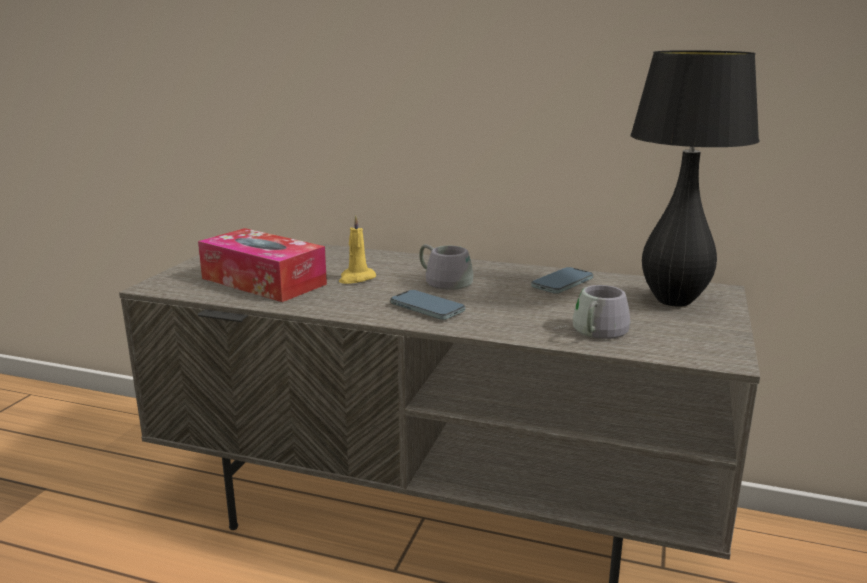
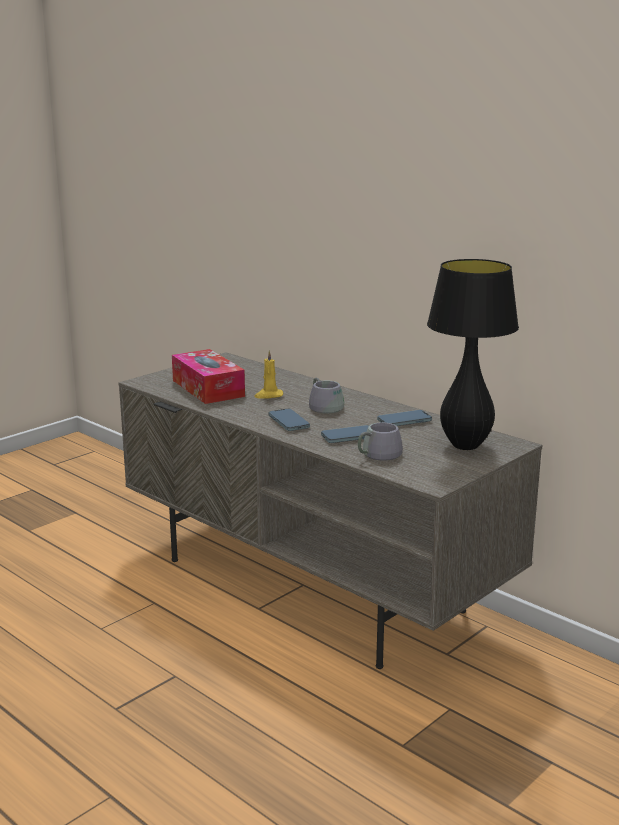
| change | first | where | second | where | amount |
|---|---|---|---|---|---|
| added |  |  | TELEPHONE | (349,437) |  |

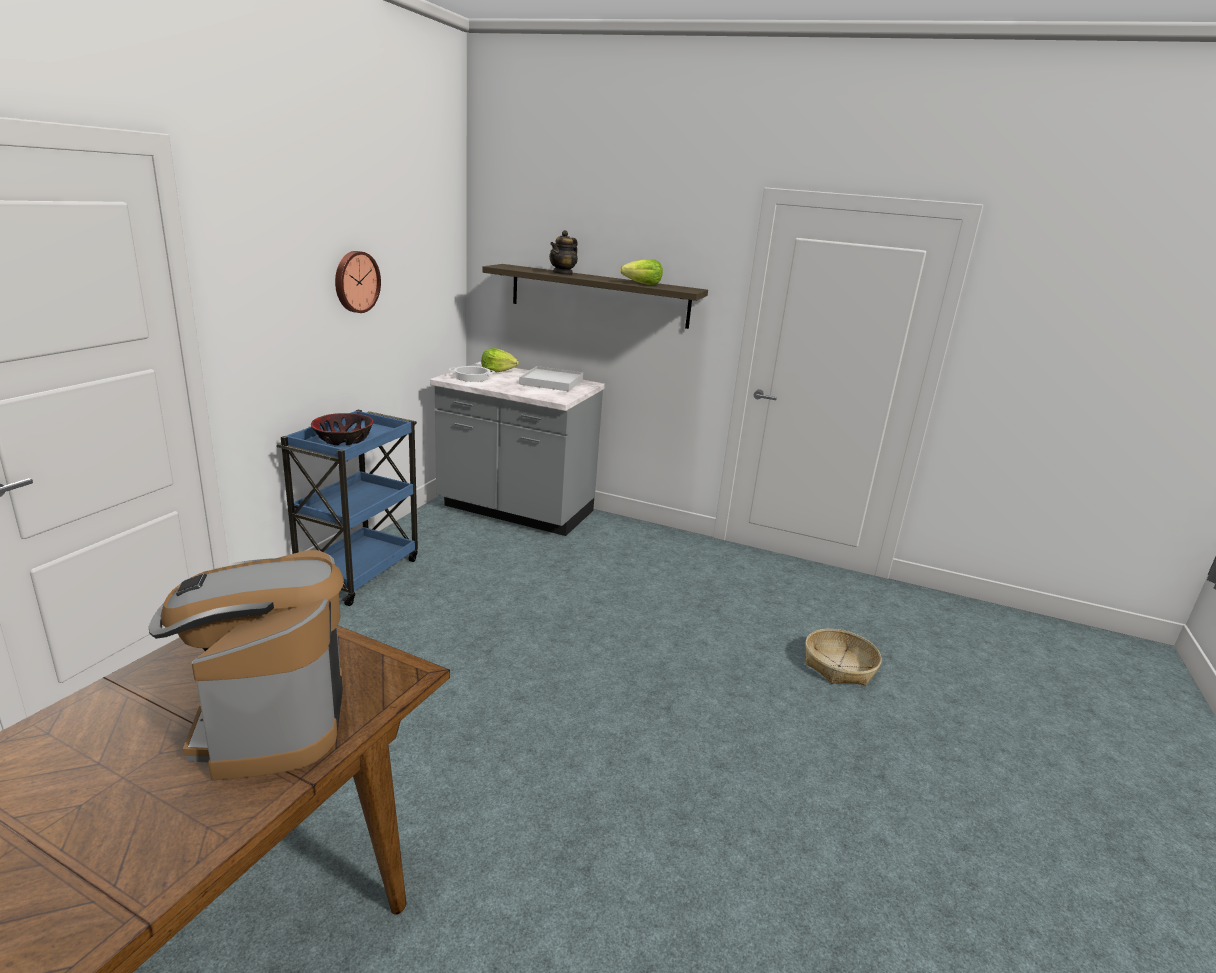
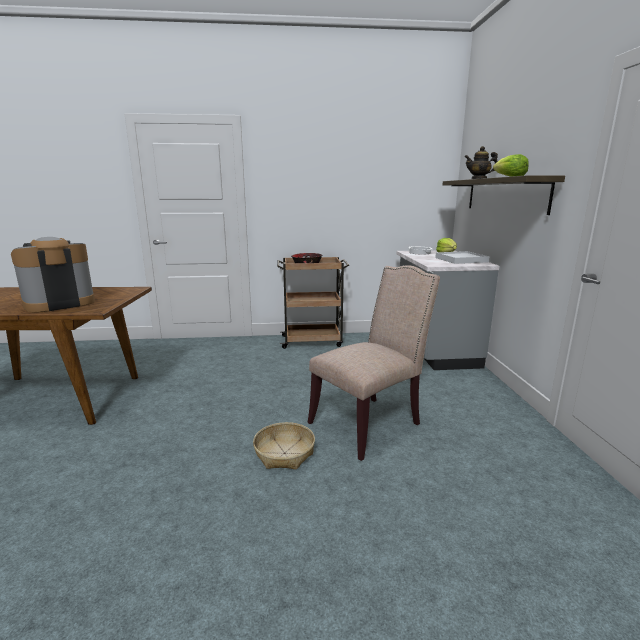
| change | first | where | second | where | amount |
|---|---|---|---|---|---|
| recoloured | BLUE-COLOURED TROLLEY | (359,572) | BROWN-COLOURED TROLLEY | (312,341) |  |
| removed | CLOCK ON THE WALL | (355,281) |  |  |  |
| moved | HOUSEHOLD BASKET | (839,666) |  | (284,453) |  |
| added |  |  | BEIGE-COLOURED UPRIGHT CHAIR | (369,423) |  |

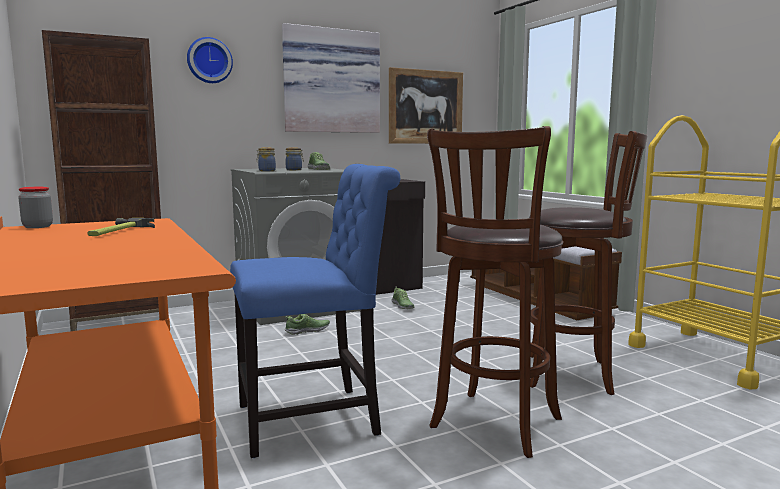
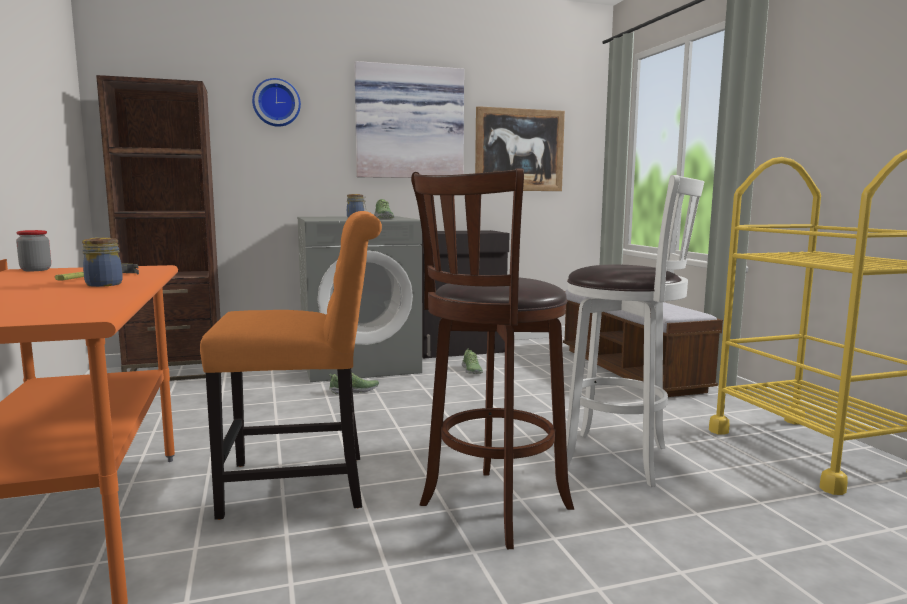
| change | first | where | second | where | amount |
|---|---|---|---|---|---|
| recoloured | BLUE-COLOURED UPRIGHT CHAIR | (316,419) | ORANGEY UPRIGHT CHAIR | (305,485) |  |
| moved | PRESERVE JAR | (266,171) |  | (102,284) |  |
| recoloured | BROWN-COLOURED SITTING STOOL | (574,374) | WHITE-COLOURED SITTING STOOL | (621,459) |  |

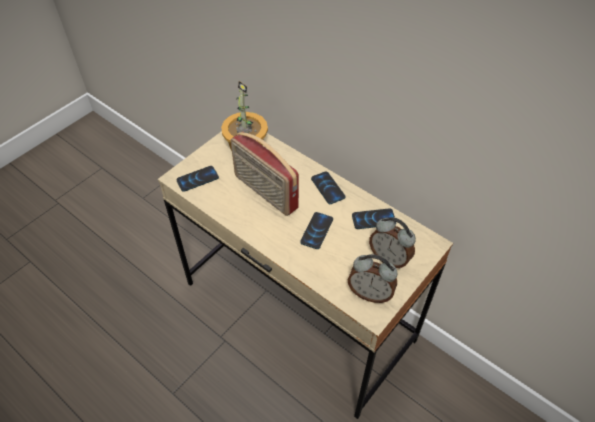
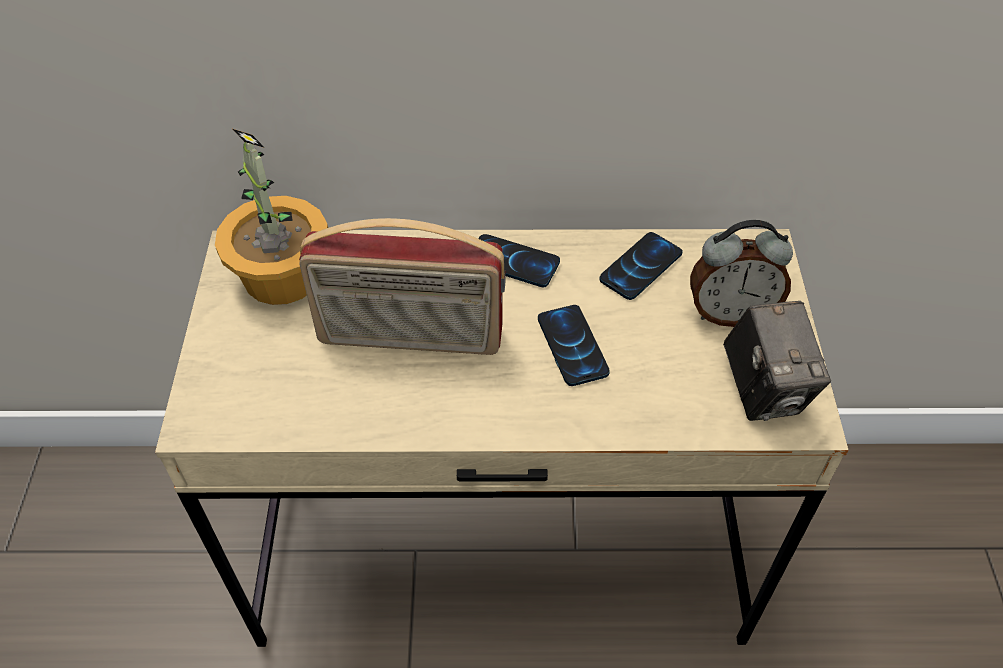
| change | first | where | second | where | amount |
|---|---|---|---|---|---|
| removed | TELEPHONE | (197,179) |  |  |  |
| replaced | TABLE CLOCK | (370,293) | PHOTO CAMERA | (764,389) |  |

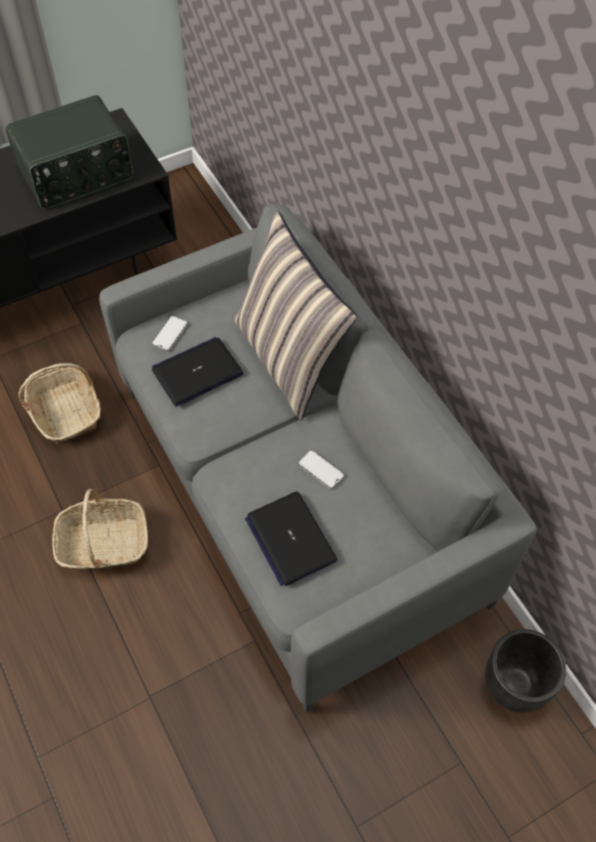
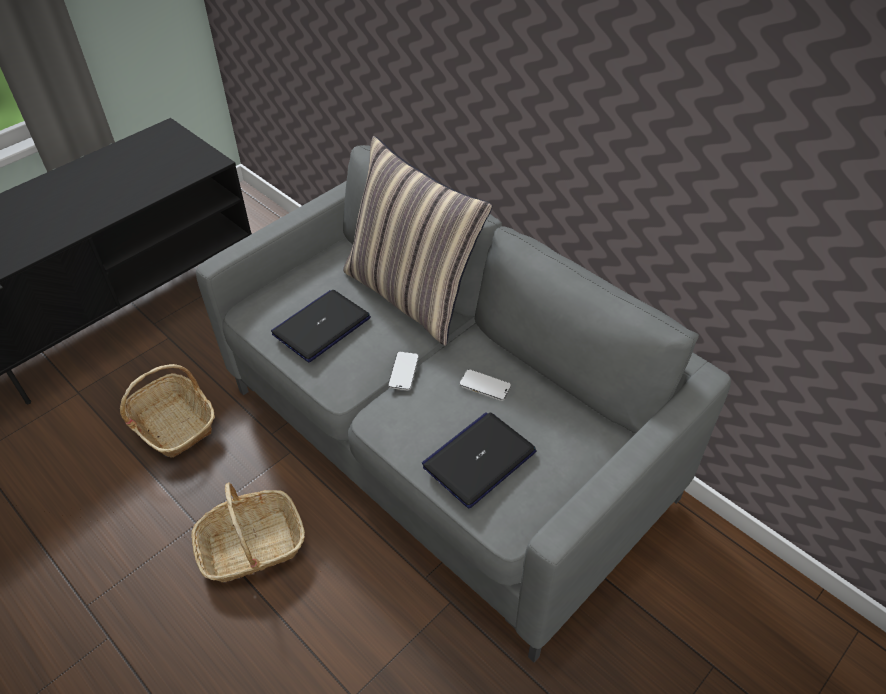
| change | first | where | second | where | amount |
|---|---|---|---|---|---|
| removed | RADIO RECEIVER | (76,174) |  |  |  |
| moved | TELEPHONE | (169,334) |  | (403,372) |  |
| turned | LAPTOP | (290,539) |  | (479,459) | 90 degrees clockwise |
| removed | BLACK PLANT POT | (514,685) |  |  |  |

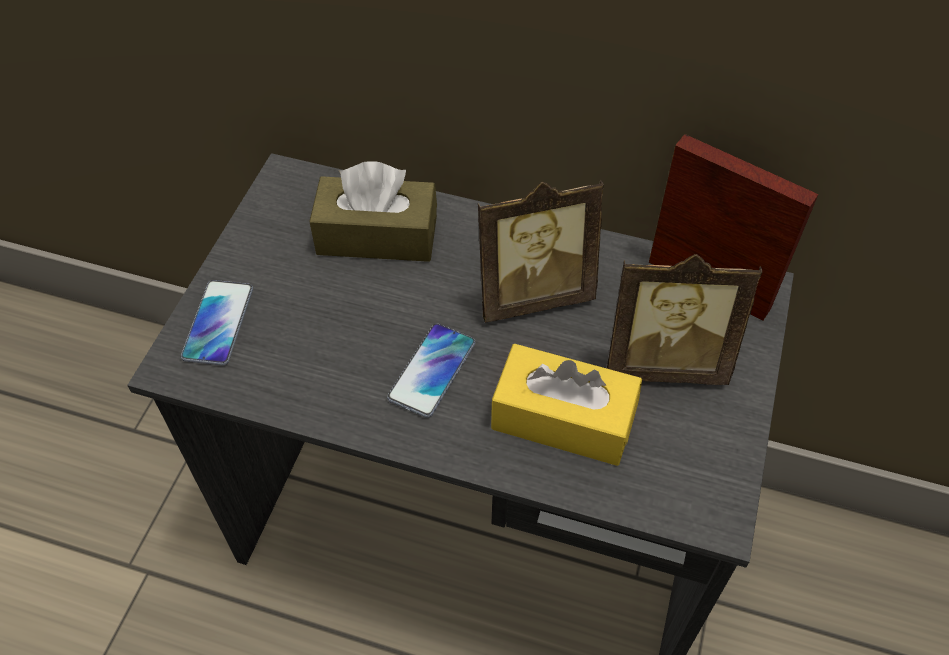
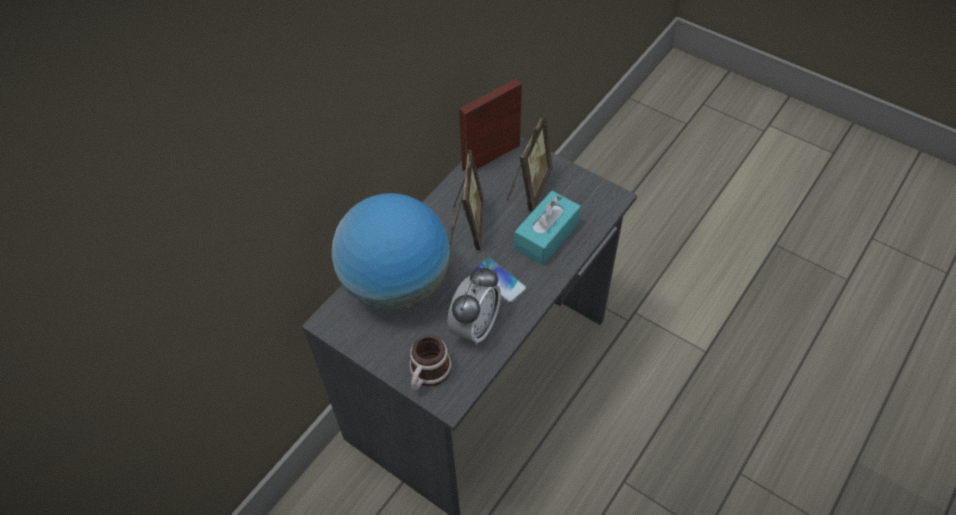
| change | first | where | second | where | amount |
|---|---|---|---|---|---|
| replaced | TELEPHONE | (218,323) | COFFEE MUG | (427,374) |  |
| replaced | BROWN-COLOURED TISSUE HOLDER | (377,235) | DESK GLOBE | (396,285) |  |
| recoloured | YELLOWISH TISSUE HOLDER | (563,419) | BLUE-GREEN TISSUE HOLDER | (546,236) |  |
| added |  |  | TABLE CLOCK | (475,327) |  |

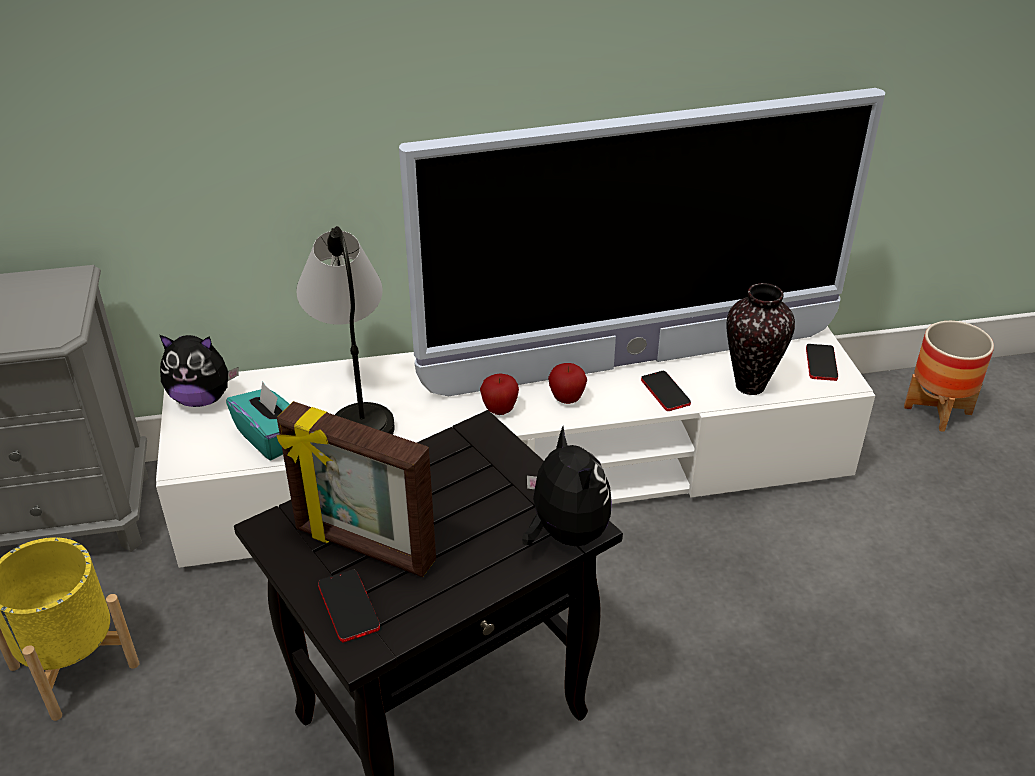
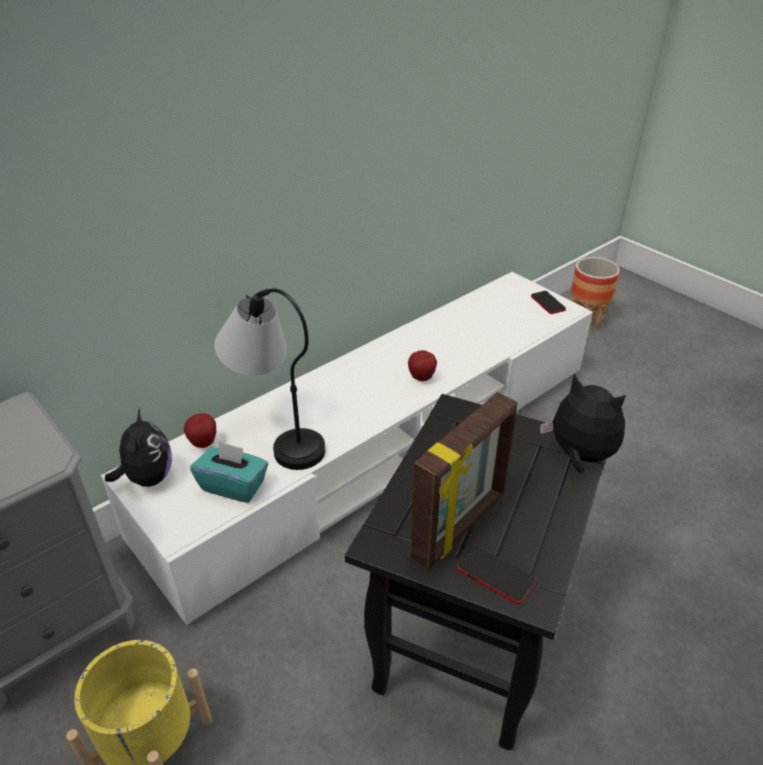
| change | first | where | second | where | amount |
|---|---|---|---|---|---|
| turned | SOFT TOY | (202,399) |  | (148,478) | 75 degrees counterclockwise |
| turned | STANDING FRAME | (363,547) |  | (460,526) | 45 degrees counterclockwise |
| removed | TELEVISION | (632,362) |  |  |  |
| moved | APPLE FRUIT | (499,410) |  | (203,443) |  |
| removed | TELEPHONE | (665,392) |  |  |  |
| removed | VASE | (751,386) |  |  |  |

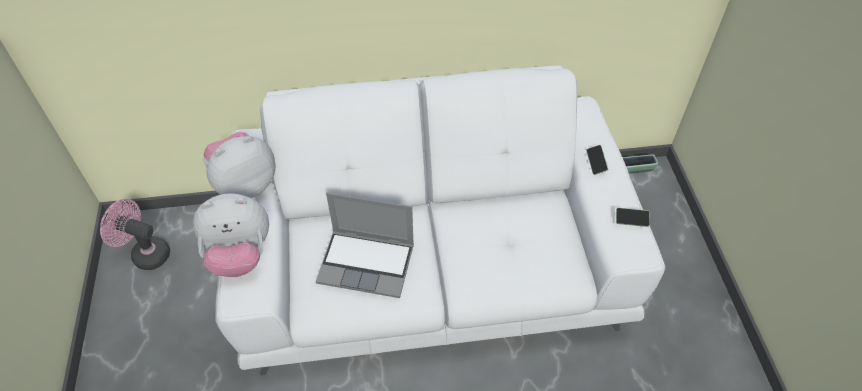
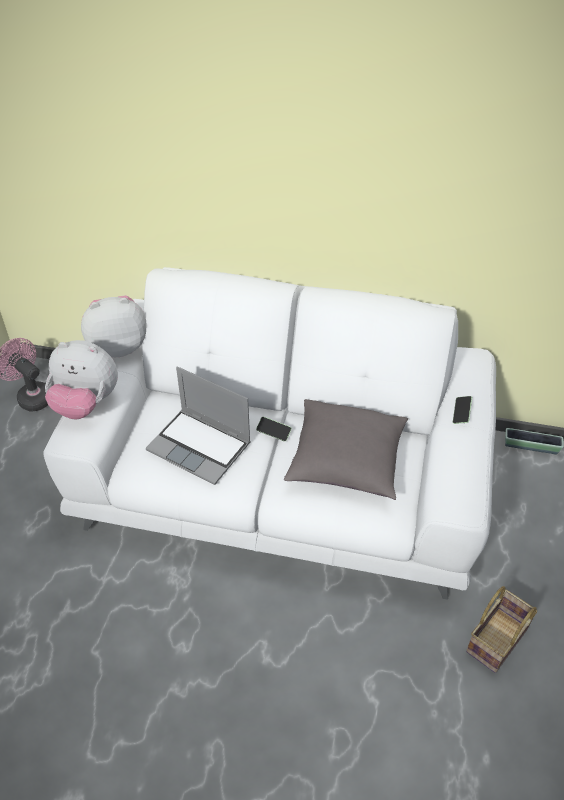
| change | first | where | second | where | amount |
|---|---|---|---|---|---|
| moved | TELEPHONE | (631,220) |  | (273,432) |  |
| added |  |  | GREYISH CUSHION | (345,462) |  |
| added |  |  | HOUSEHOLD BASKET | (497,642) |  |

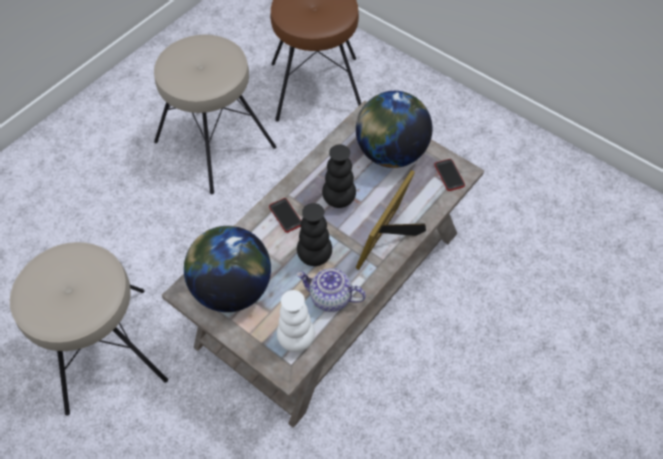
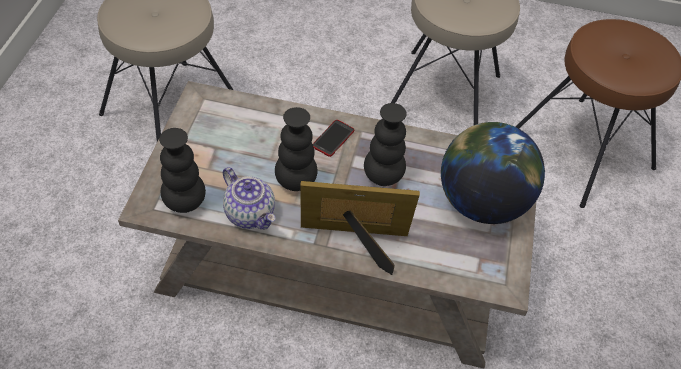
| change | first | where | second | where | amount |
|---|---|---|---|---|---|
| removed | DESK GLOBE | (232,289) |  |  |  |
| recoloured | WHITE-COLOURED VASE | (296,340) | BLACK VASE | (185,202) |  |
| turned | POT FOR TEA | (330,298) |  | (250,214) | 150 degrees clockwise |
| removed | TELEPHONE | (449,175) |  |  |  |

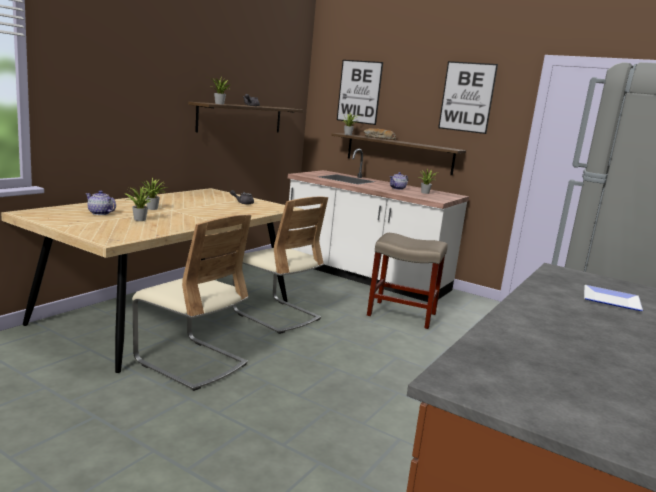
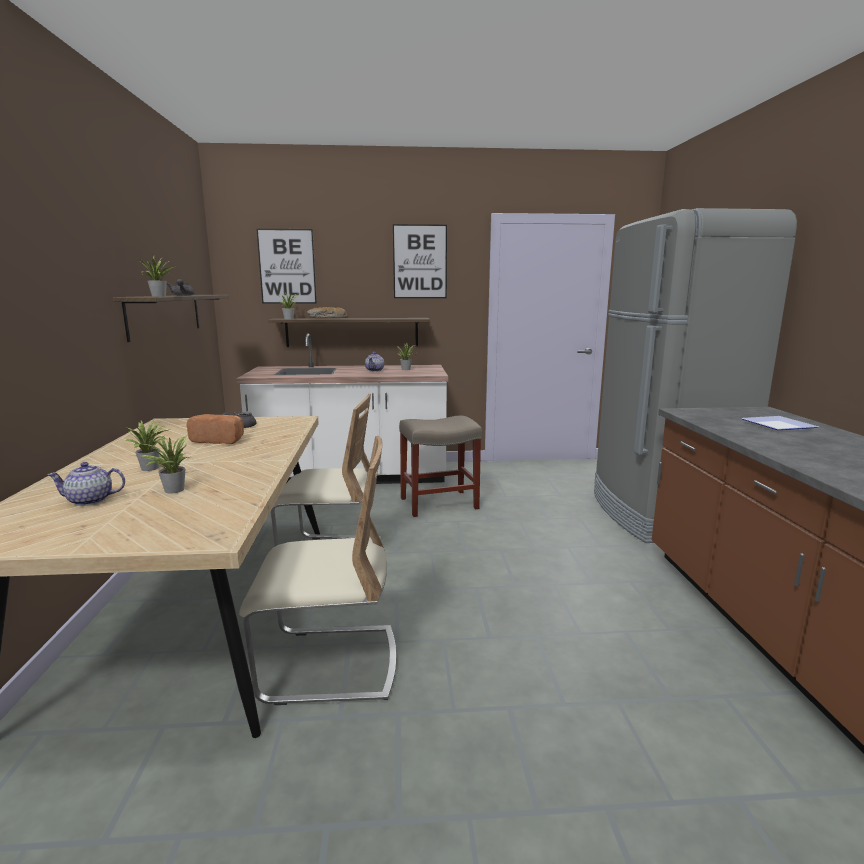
| change | first | where | second | where | amount |
|---|---|---|---|---|---|
| added |  |  | BAKERY BREAD | (219,440) |  |

